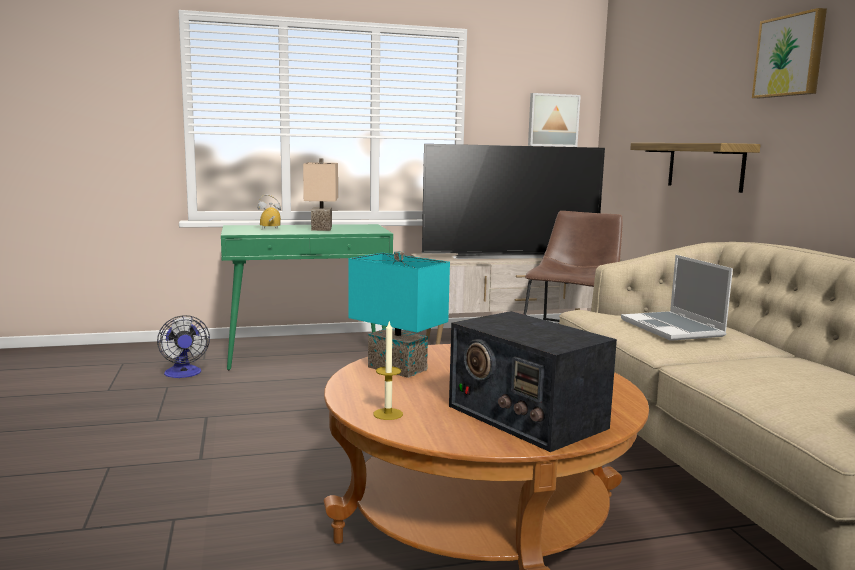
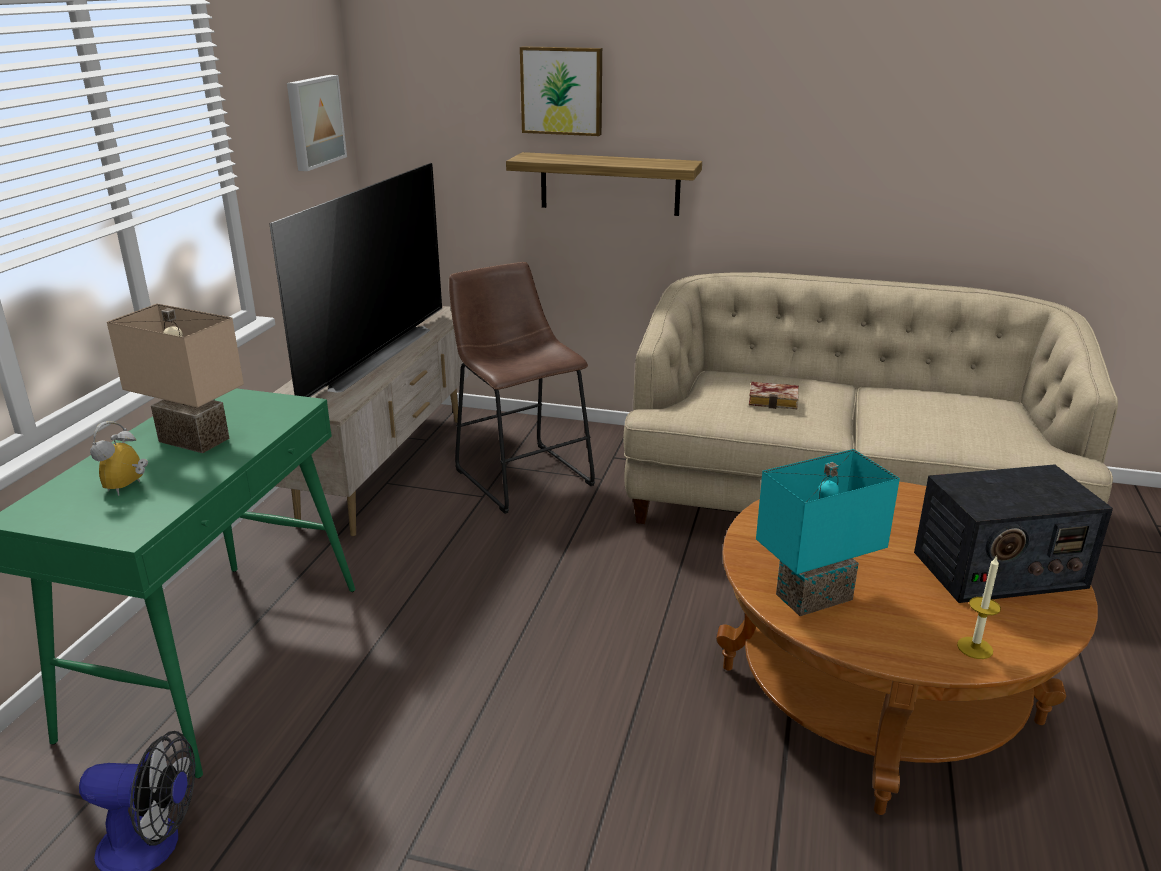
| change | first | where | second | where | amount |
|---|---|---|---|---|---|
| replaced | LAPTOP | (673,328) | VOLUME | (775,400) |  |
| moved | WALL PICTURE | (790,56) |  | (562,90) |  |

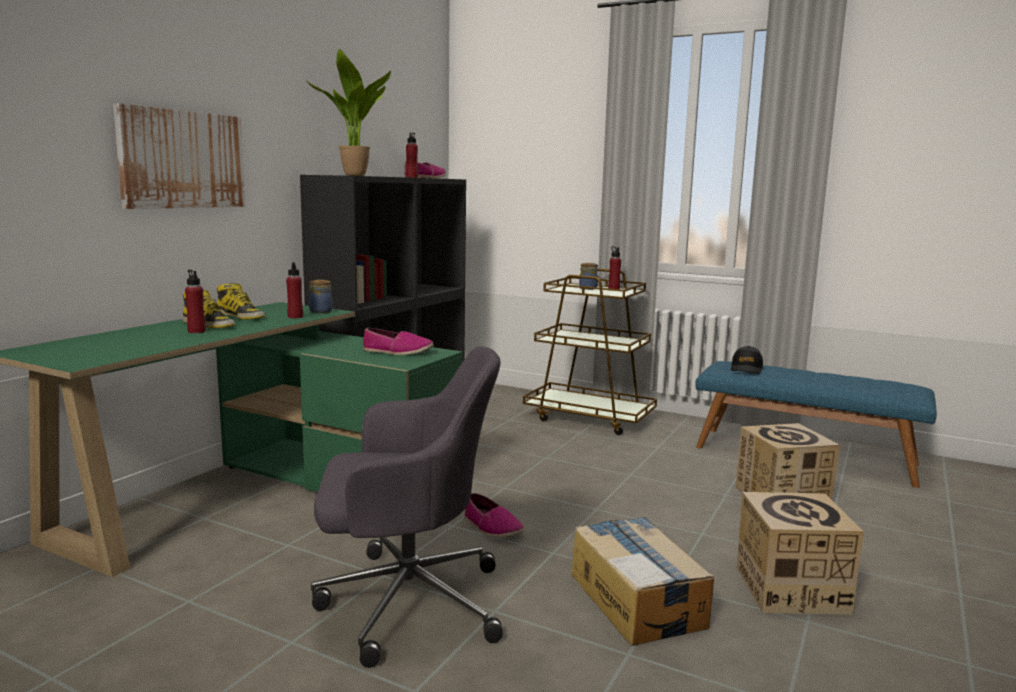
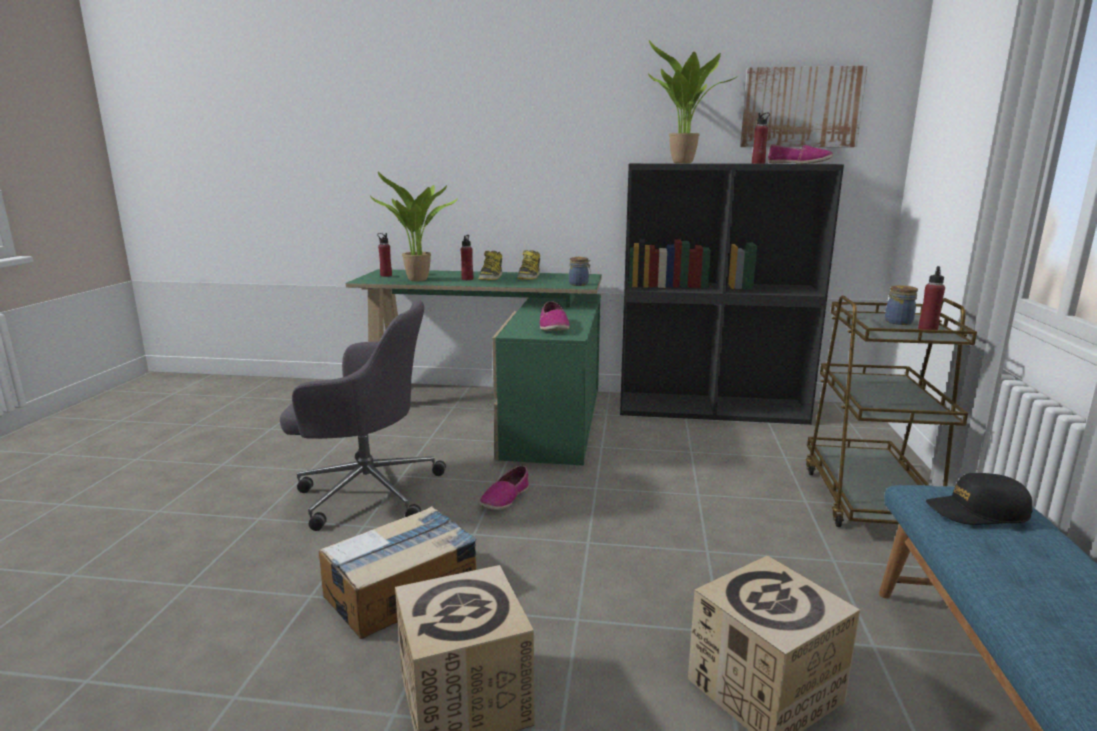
| change | first | where | second | where | amount |
|---|---|---|---|---|---|
| moved | WALL PICTURE | (182,159) |  | (801,107) |  |
| moved | REDDISH DRINK BOTTLE | (295,317) |  | (386,275) |  |
| turned | GREYISH OFFICE CHAIR | (406,602) |  | (366,491) | 60 degrees counterclockwise |
| added |  |  | POTTED PLANT | (419,280) |  |

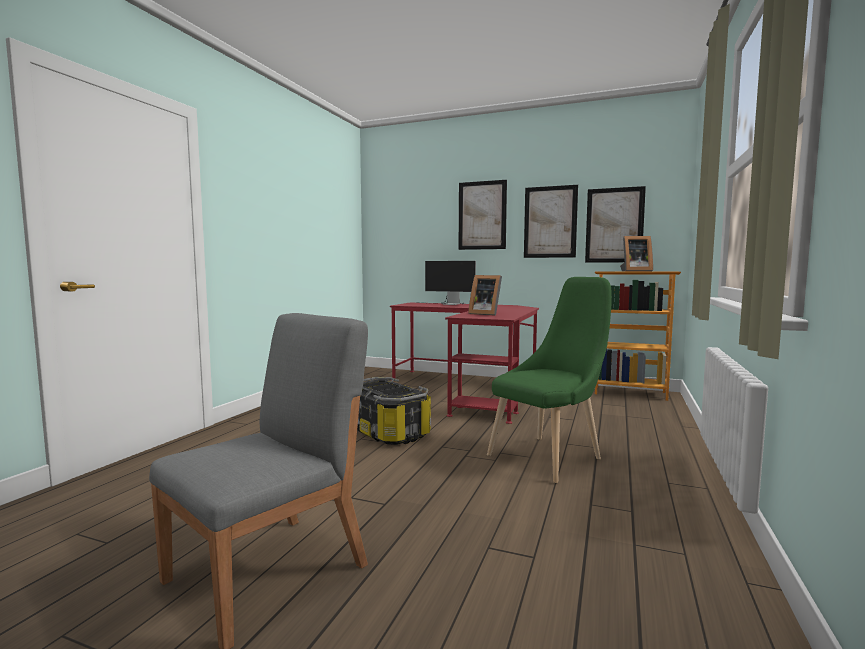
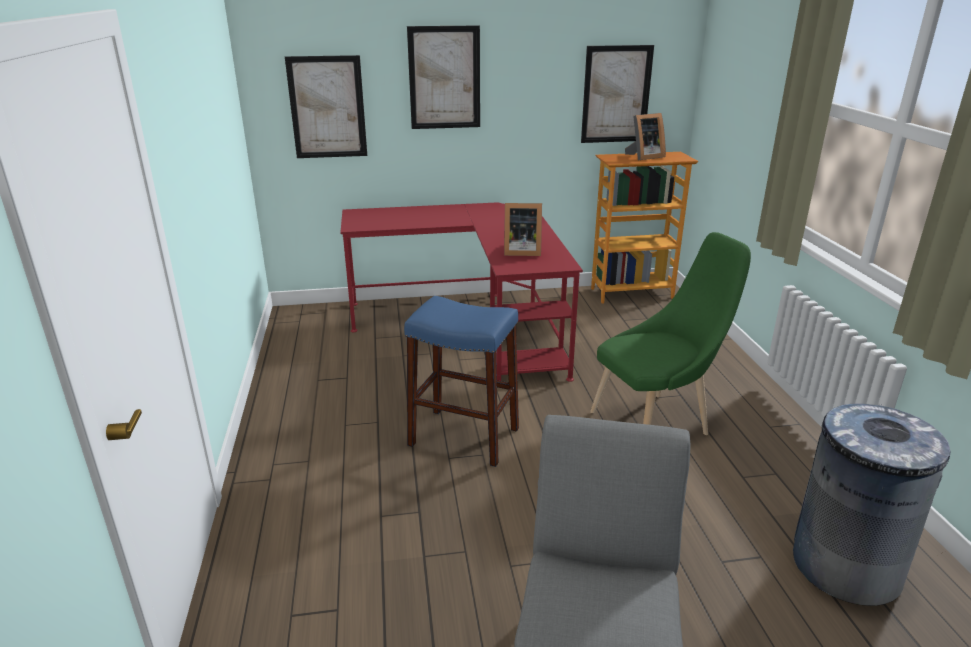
| change | first | where | second | where | amount |
|---|---|---|---|---|---|
| replaced | STORAGE BOX | (386,432) | BLUE-COLOURED SITTING STOOL | (463,436) |  |
| removed | COMPUTER SCREEN | (446,304) |  |  |  |
| turned | GREEN-COLOURED UPRIGHT CHAIR | (550,456) |  | (656,422) | 45 degrees clockwise |
| moved | WALL PICTURE | (550,222) |  | (327,107) |  |
| added |  |  | GREYISH WASTE BIN | (844,565) |  |

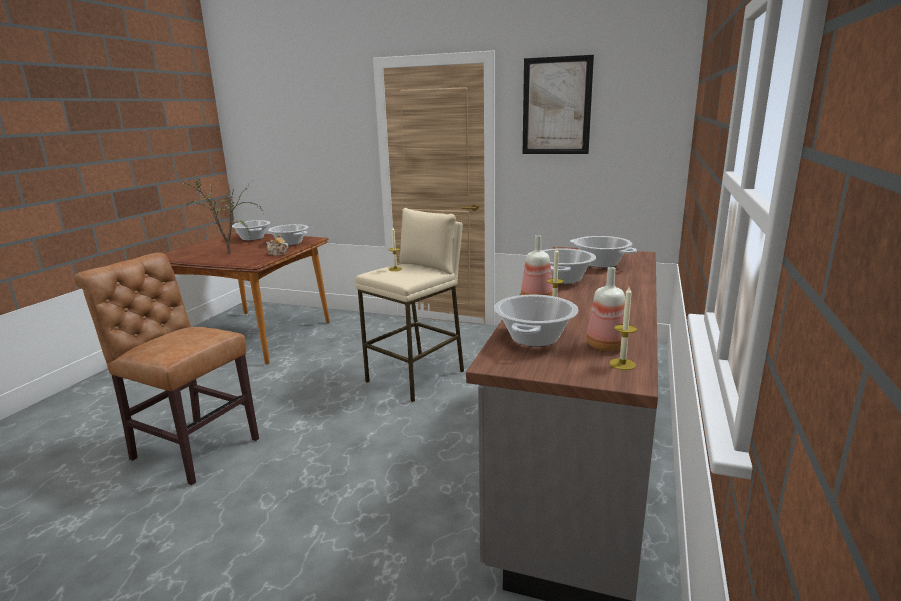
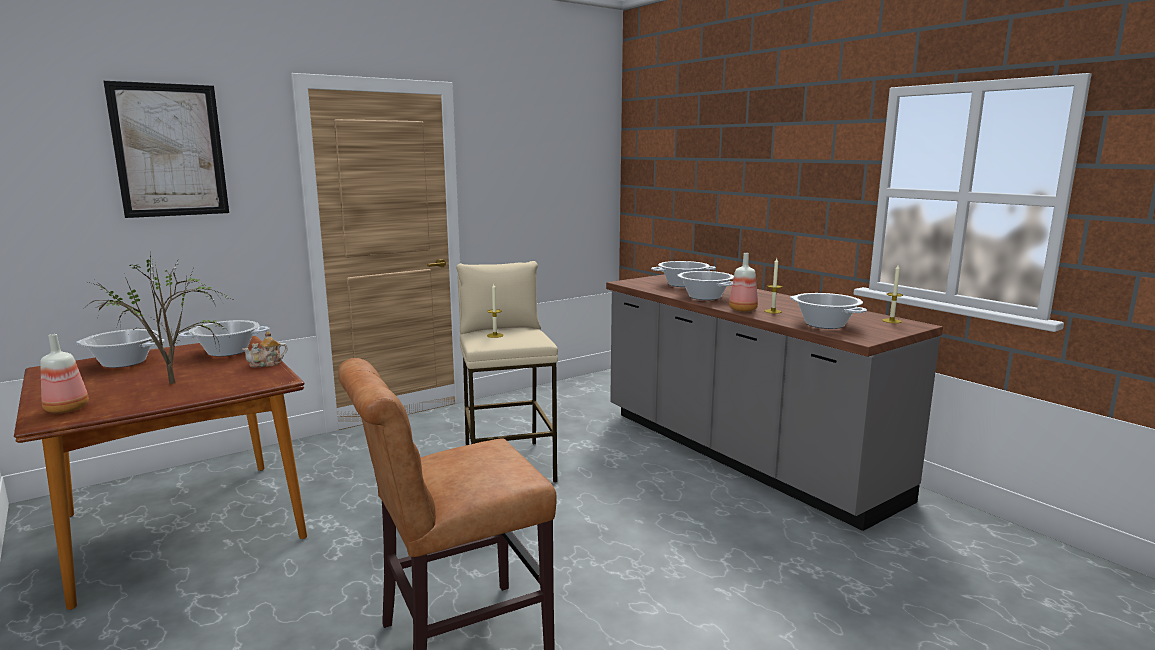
| change | first | where | second | where | amount |
|---|---|---|---|---|---|
| moved | WALL PICTURE | (556,106) |  | (169,150) |  |
| moved | DRINK BOTTLE | (606,346) |  | (67,408) |  |

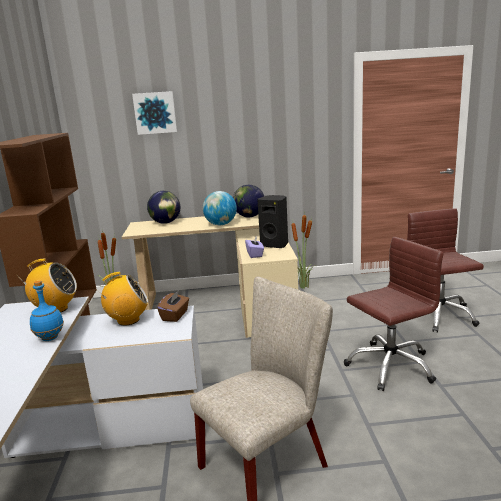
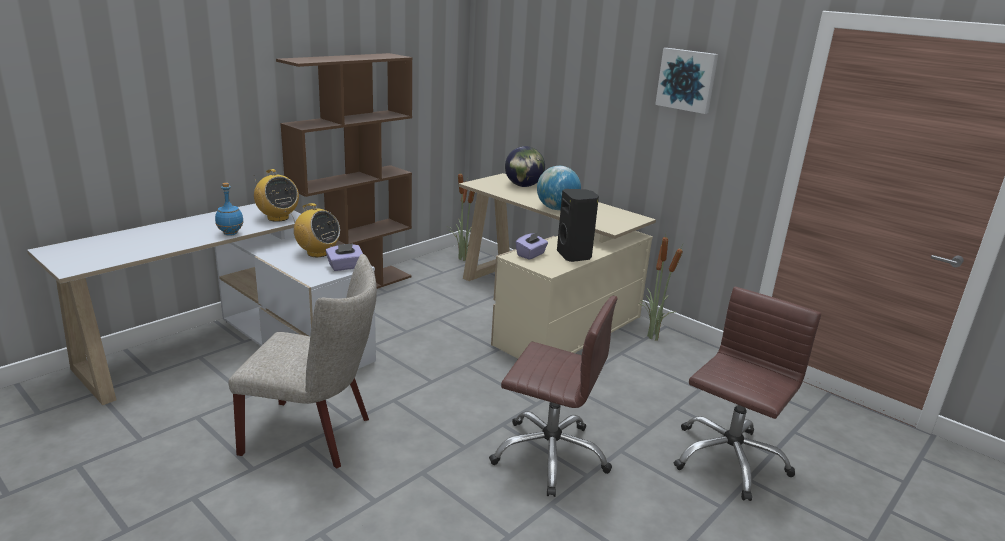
| change | first | where | second | where | amount |
|---|---|---|---|---|---|
| moved | WALL PICTURE | (155,113) |  | (687,80) |  |
| recoloured | BROWN-COLOURED TISSUE HOLDER | (175,315) | PURPLE TISSUE HOLDER | (345,267) |  |
| removed | DESK GLOBE | (249,216) |  |  |  |

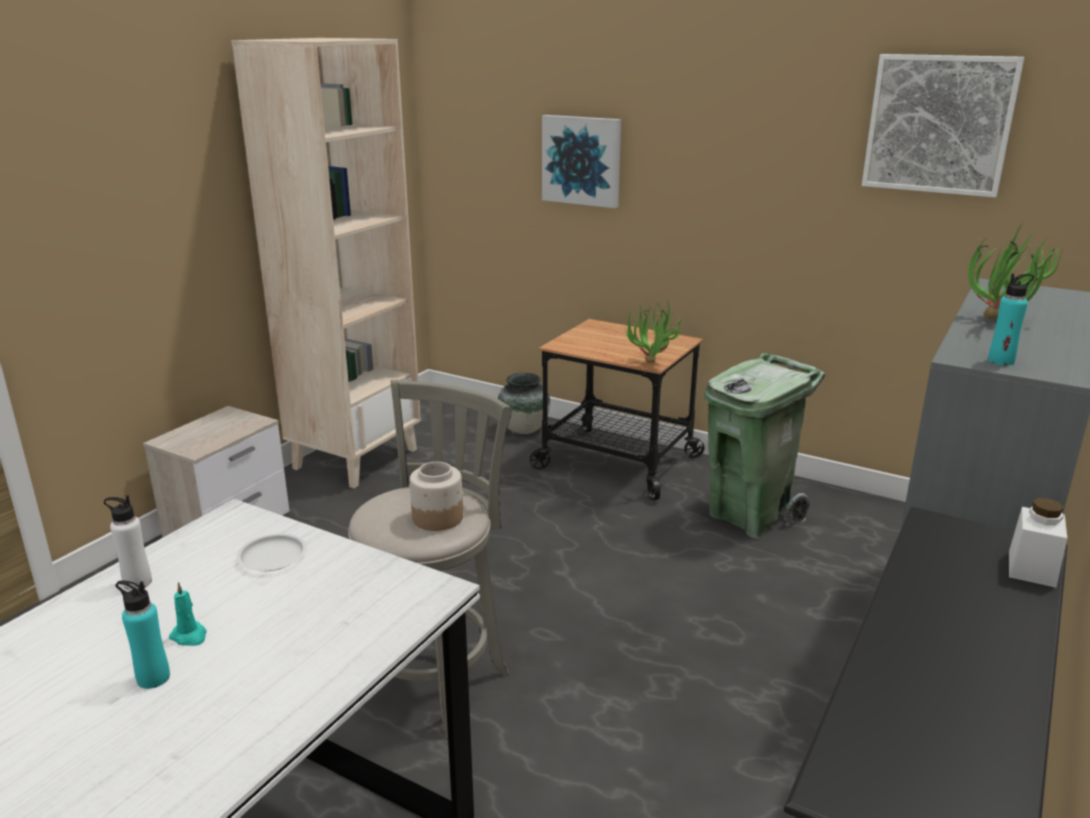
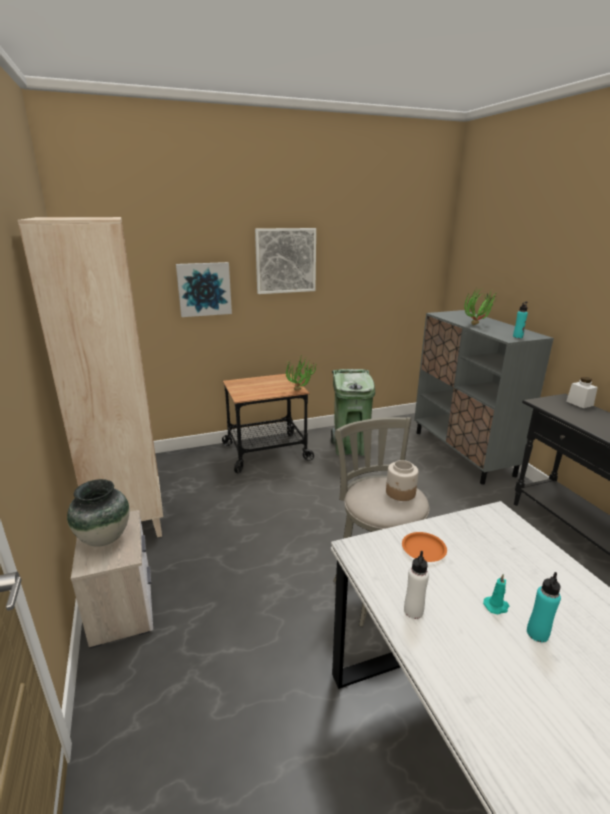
| change | first | where | second | where | amount |
|---|---|---|---|---|---|
| recoloured | WHITE-COLOURED DINNER PLATE | (272,557) | ORANGEY DINNER PLATE | (423,550) |  |
| moved | VASE | (523,430) |  | (104,538) |  |
| moved | WALL PICTURE | (939,124) |  | (285,260) |  |

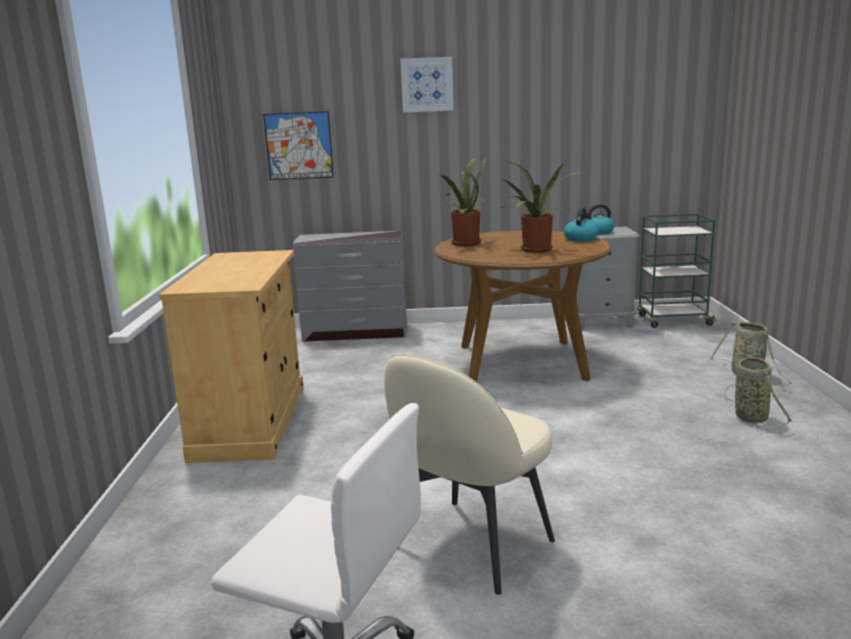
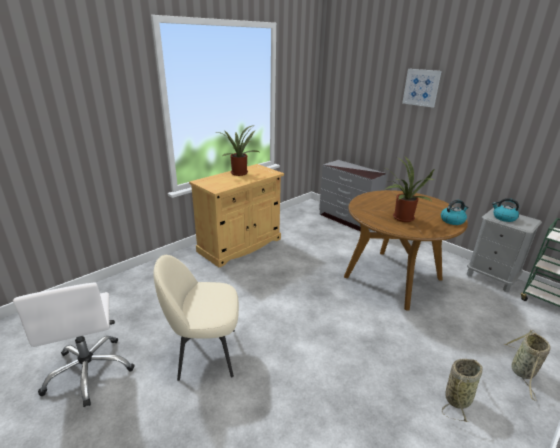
| change | first | where | second | where | amount |
|---|---|---|---|---|---|
| removed | WALL PICTURE | (299,146) |  |  |  |
| moved | POTTED PLANT | (463,243) |  | (239,172) |  |

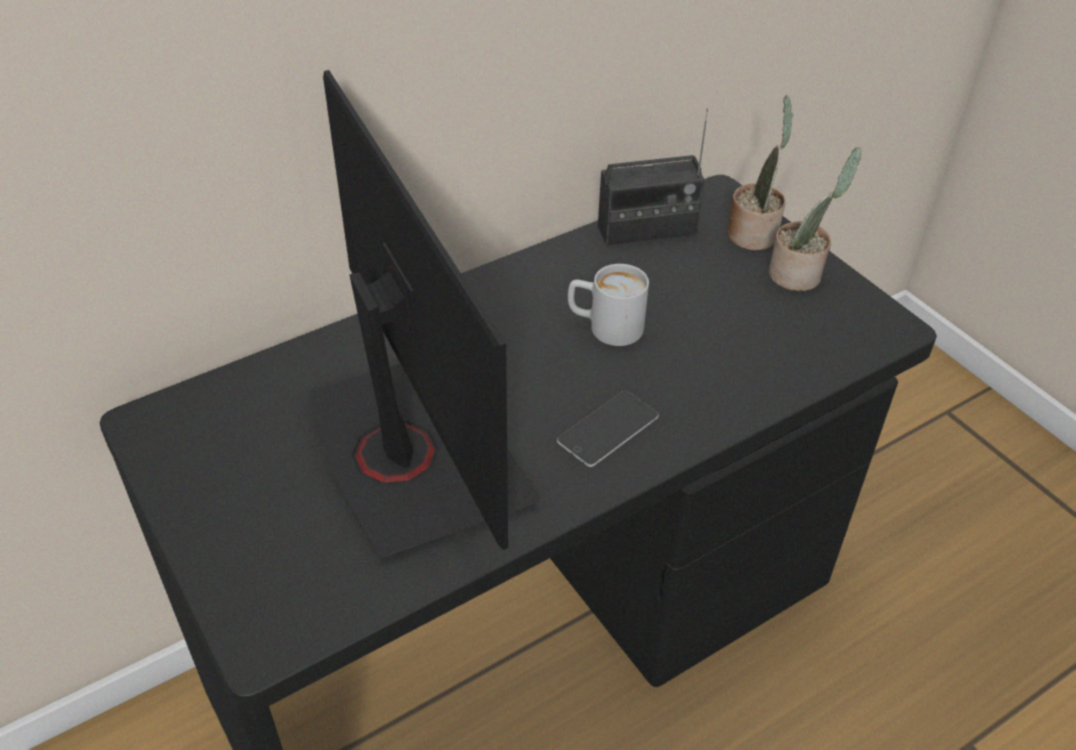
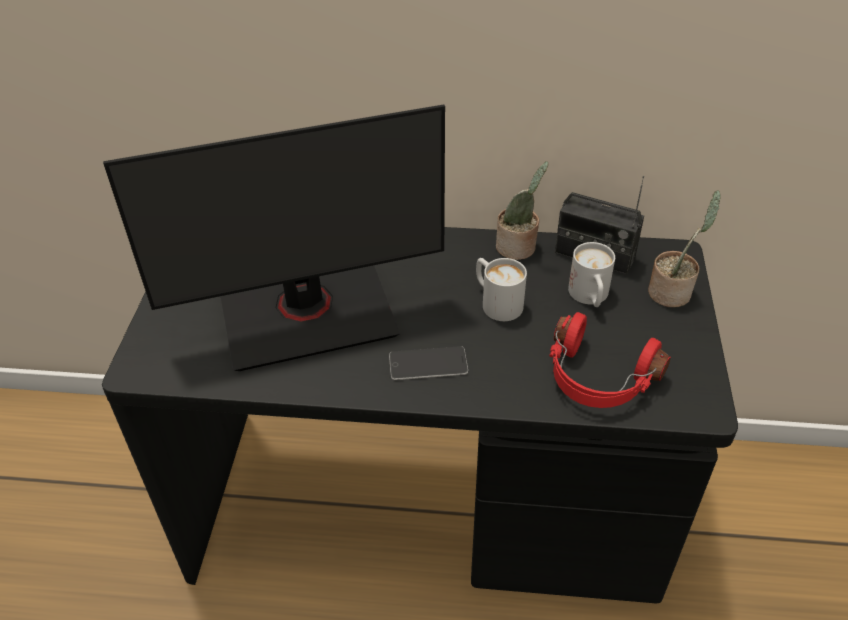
| change | first | where | second | where | amount |
|---|---|---|---|---|---|
| turned | COMPUTER SCREEN | (414,451) |  | (307,315) | 60 degrees clockwise |
| moved | POTTED PLANT | (799,274) |  | (518,248) |  |
| added |  |  | REDDISH PAIR OF HEADPHONES | (598,379) |  |
| added |  |  | WHITE-COLOURED COFFEE MUG | (590,297) |  |

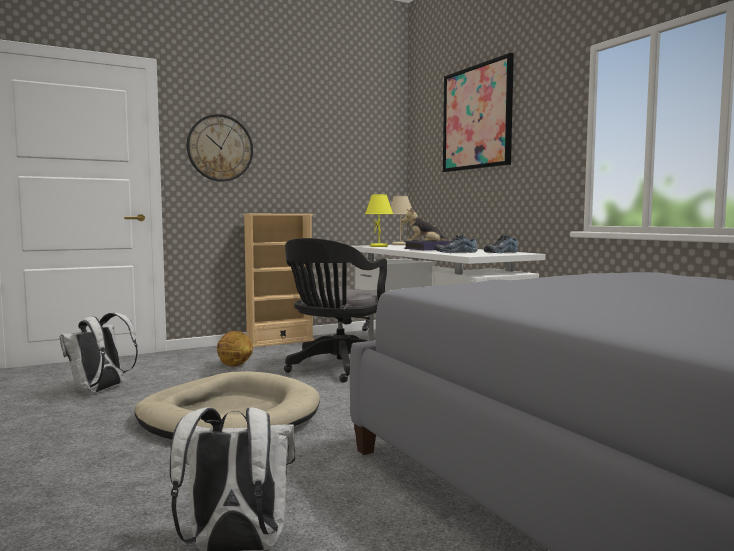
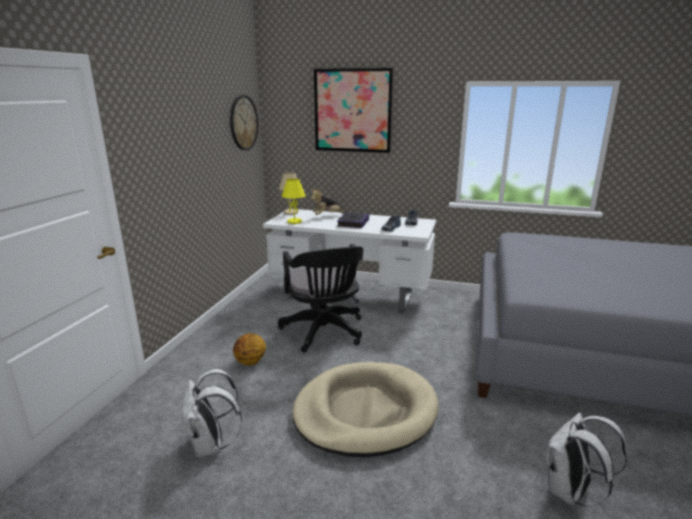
| change | first | where | second | where | amount |
|---|---|---|---|---|---|
| moved | CLOCK ON THE WALL | (220,148) |  | (243,123) |  |
| removed | BEIGE-COLOURED BOOKSHELF | (280,342) |  |  |  |

